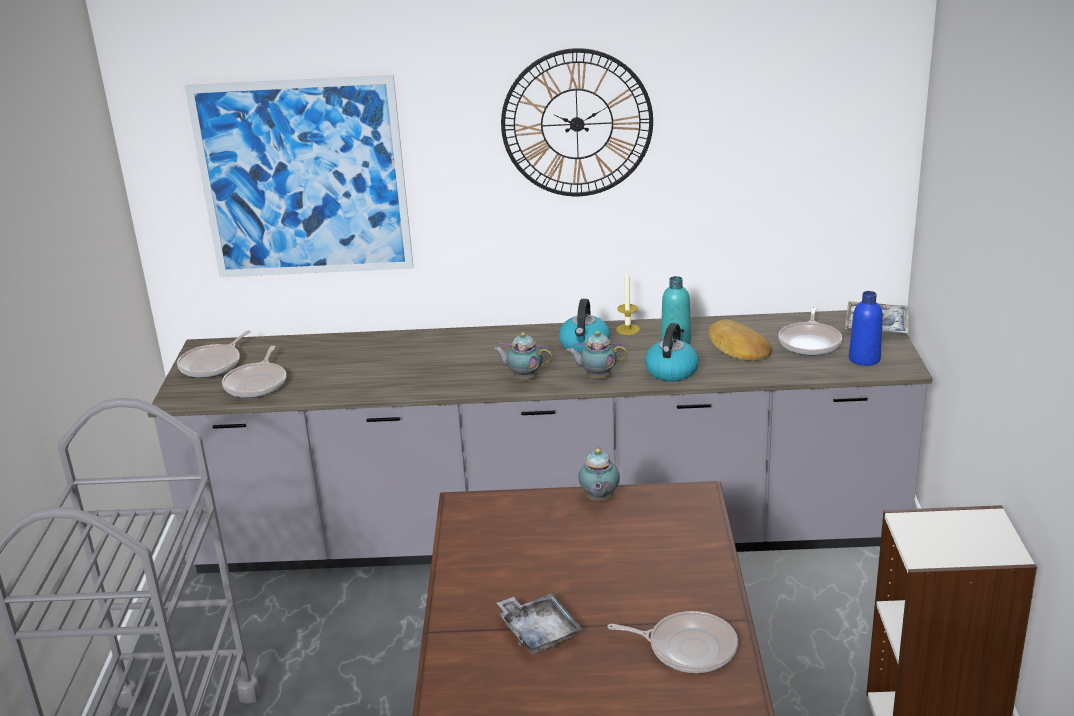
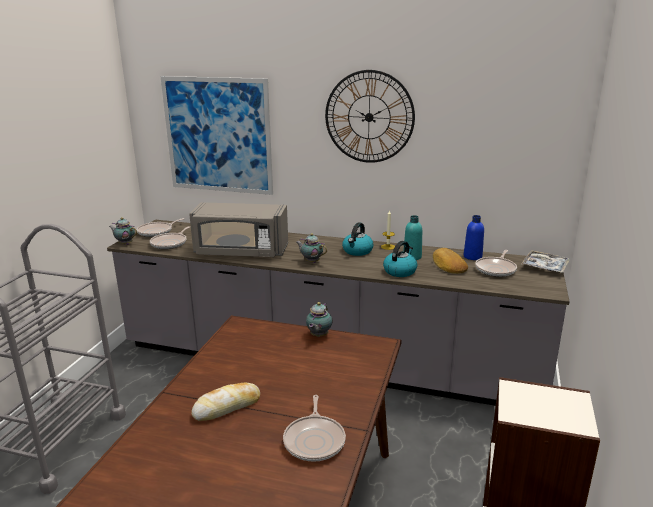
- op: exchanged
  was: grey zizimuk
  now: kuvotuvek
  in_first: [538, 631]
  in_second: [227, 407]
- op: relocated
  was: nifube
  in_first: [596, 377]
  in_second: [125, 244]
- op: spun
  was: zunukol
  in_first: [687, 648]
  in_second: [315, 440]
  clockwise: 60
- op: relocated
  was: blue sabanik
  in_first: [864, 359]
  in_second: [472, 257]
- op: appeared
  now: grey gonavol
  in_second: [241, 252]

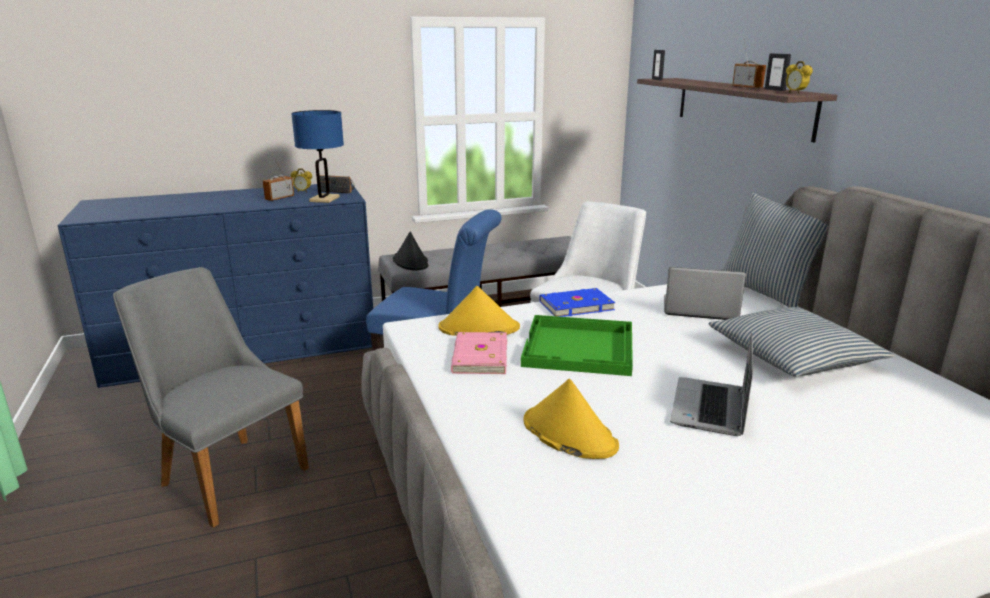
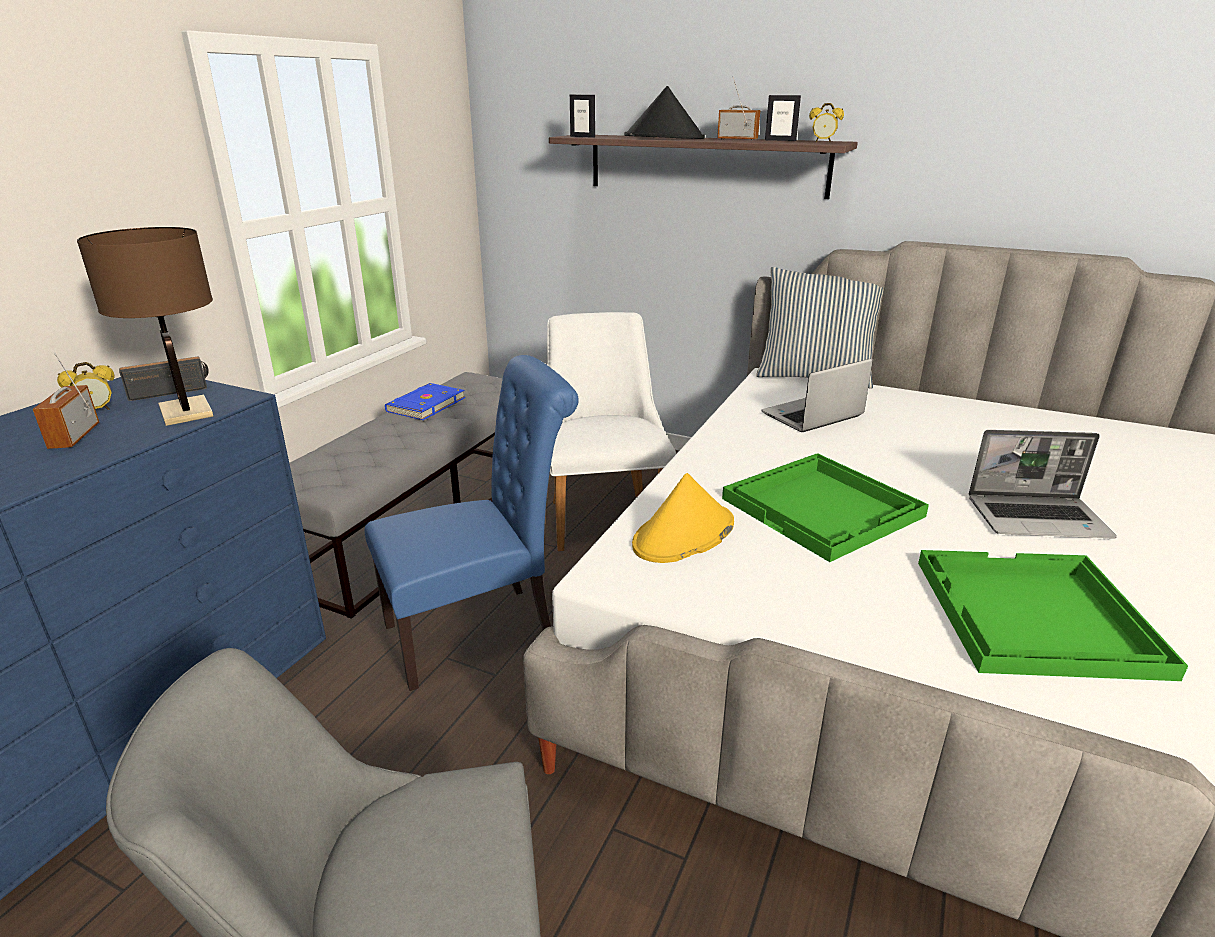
- op: colour
  was: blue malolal
  now: brown malolal
  in_first: [324, 199]
  in_second: [186, 412]
- op: relocated
  was: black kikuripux
  in_first: [411, 262]
  in_second: [664, 138]
- op: missing
  was: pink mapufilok
  in_first: [478, 357]
- op: exchanged
  was: yellow kikuripux
  now: green zizimuk
  in_first: [568, 433]
  in_second: [1034, 616]
- op: relocated
  was: blue mapufilok
  in_first: [575, 305]
  in_second: [425, 404]
- op: spun
  was: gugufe
  in_first: [710, 409]
  in_second: [1038, 518]
  clockwise: -60
- op: missing
  was: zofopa
  in_first: [793, 356]

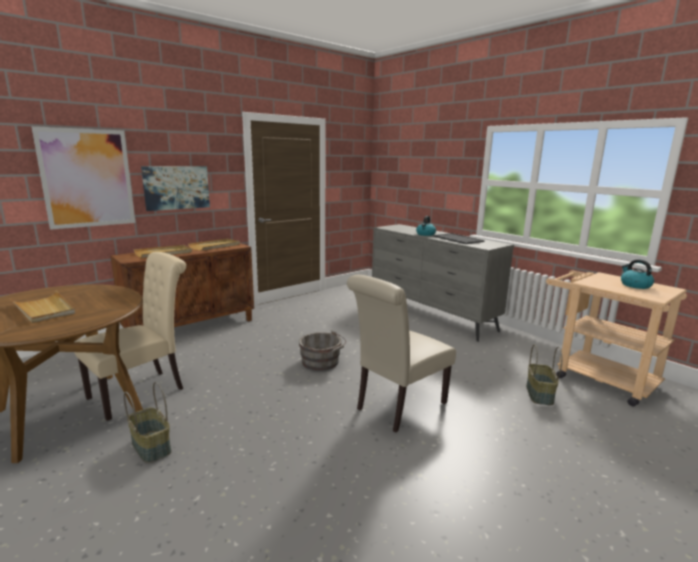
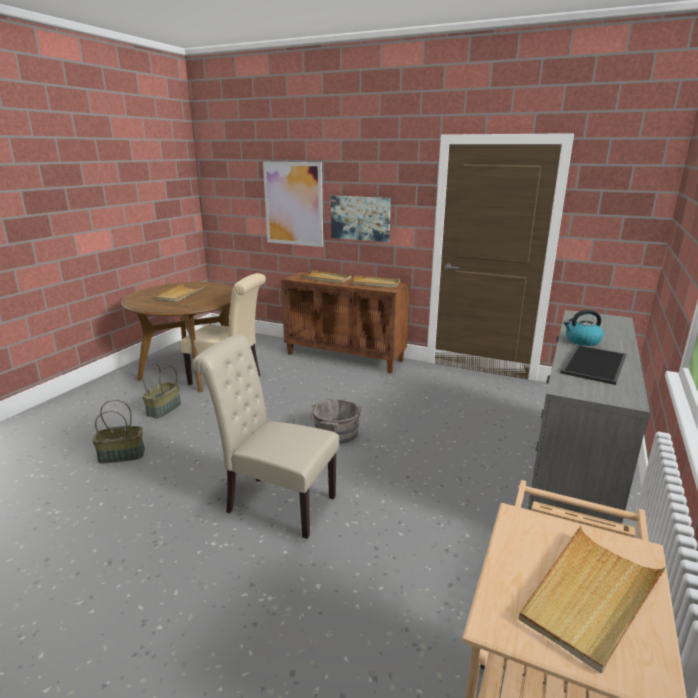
- op: relocated
  was: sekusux
  in_first: [538, 394]
  in_second: [122, 455]
- op: exchanged
  was: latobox
  now: beige zizimuk
  in_first: [635, 285]
  in_second: [590, 597]

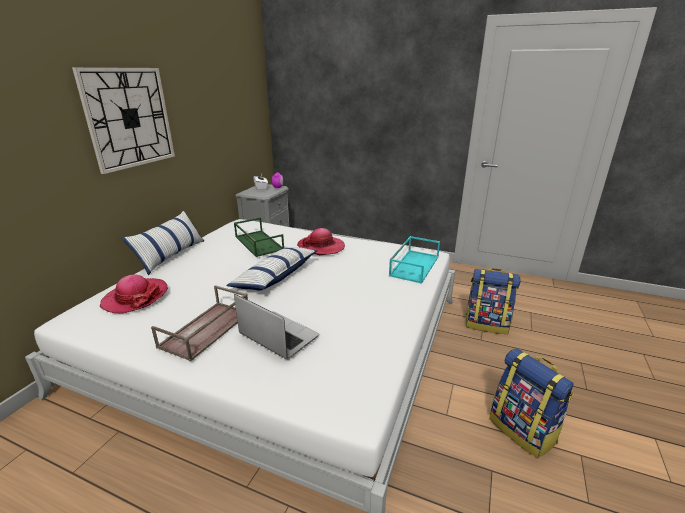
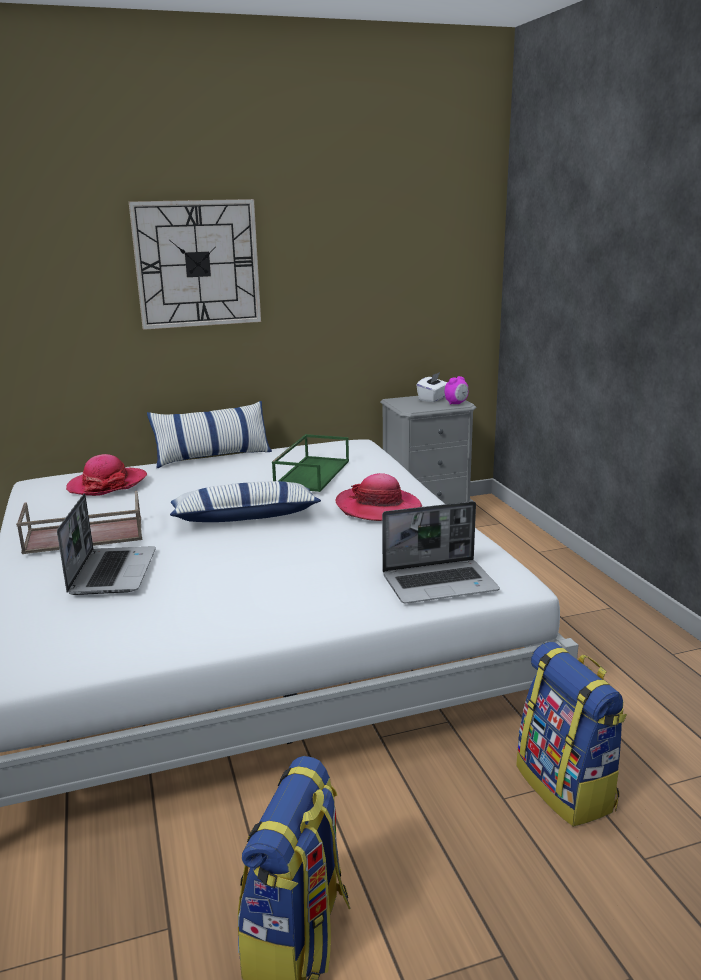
- op: exchanged
  was: turquoise zizimuk
  now: gugufe
  in_first: [414, 265]
  in_second: [440, 583]

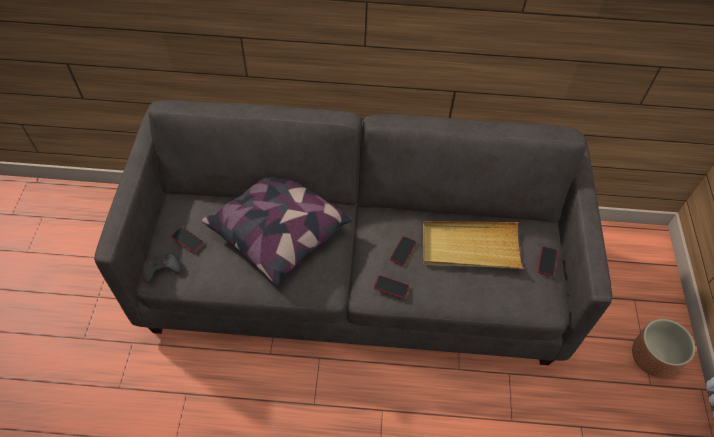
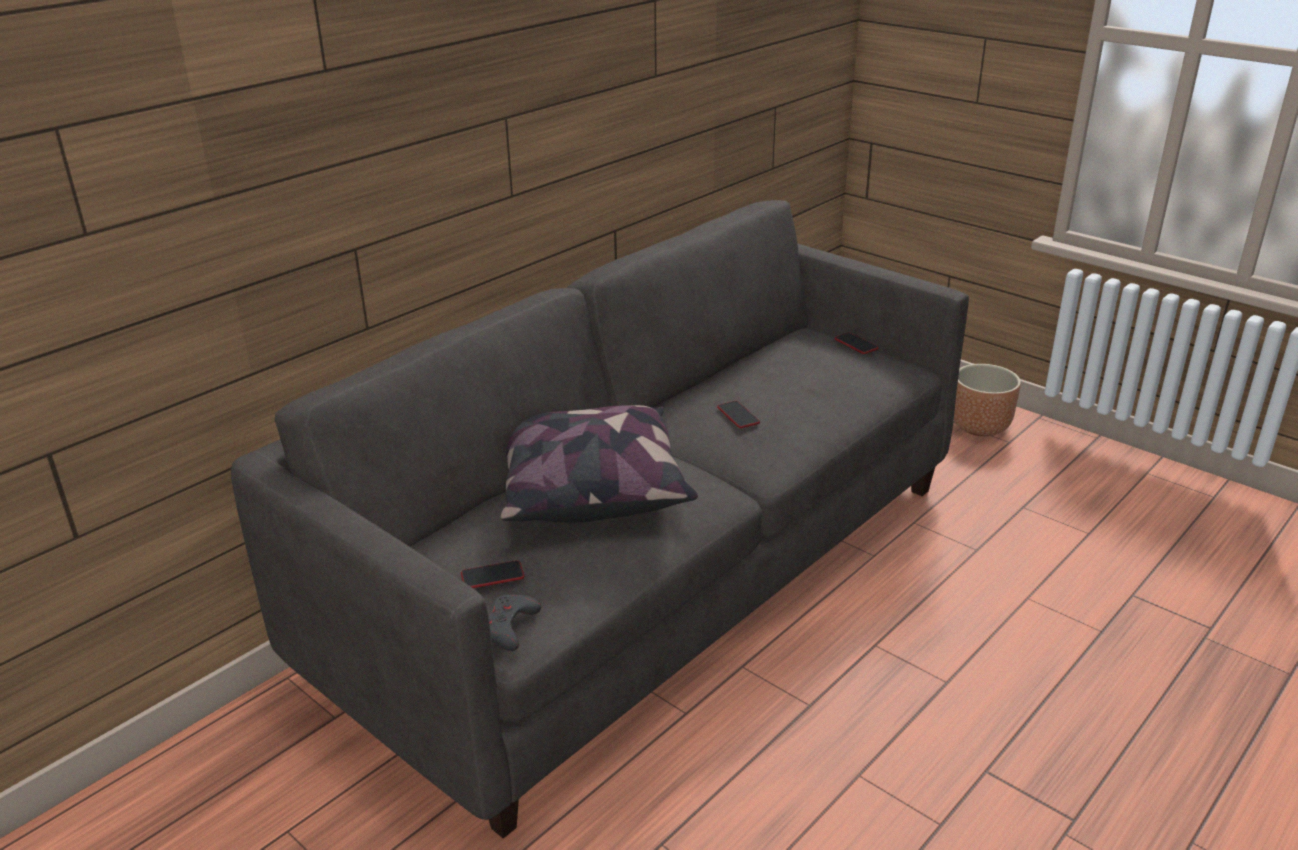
- op: missing
  was: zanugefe
  in_first: [391, 287]
- op: missing
  was: beige zizimuk
  in_first: [470, 247]

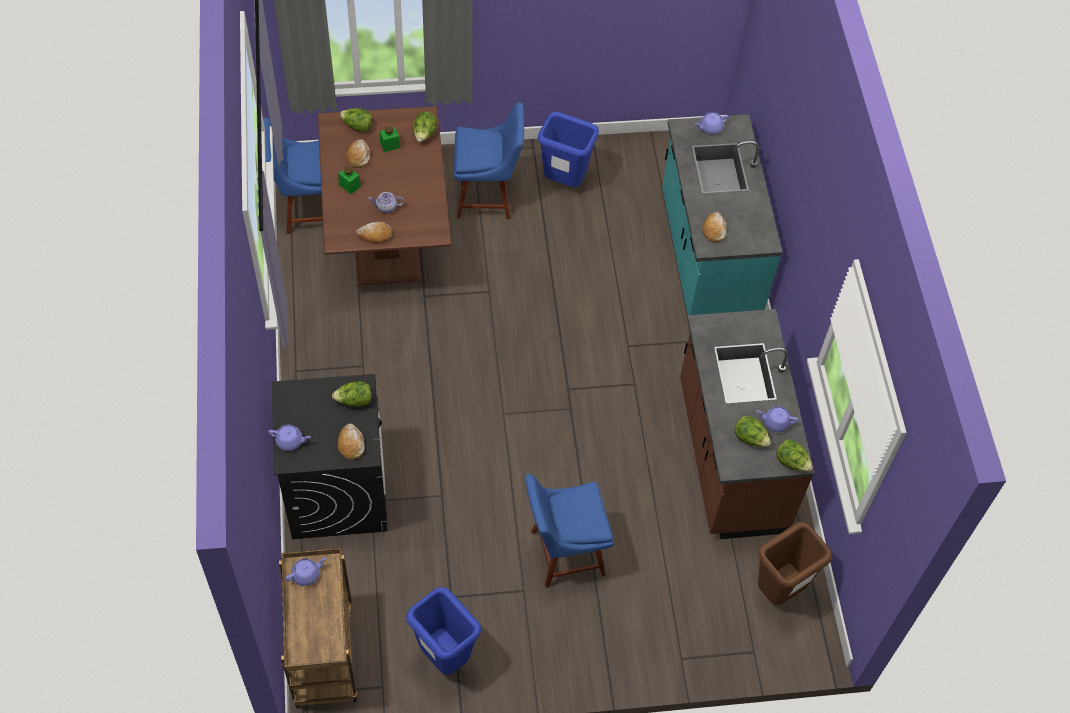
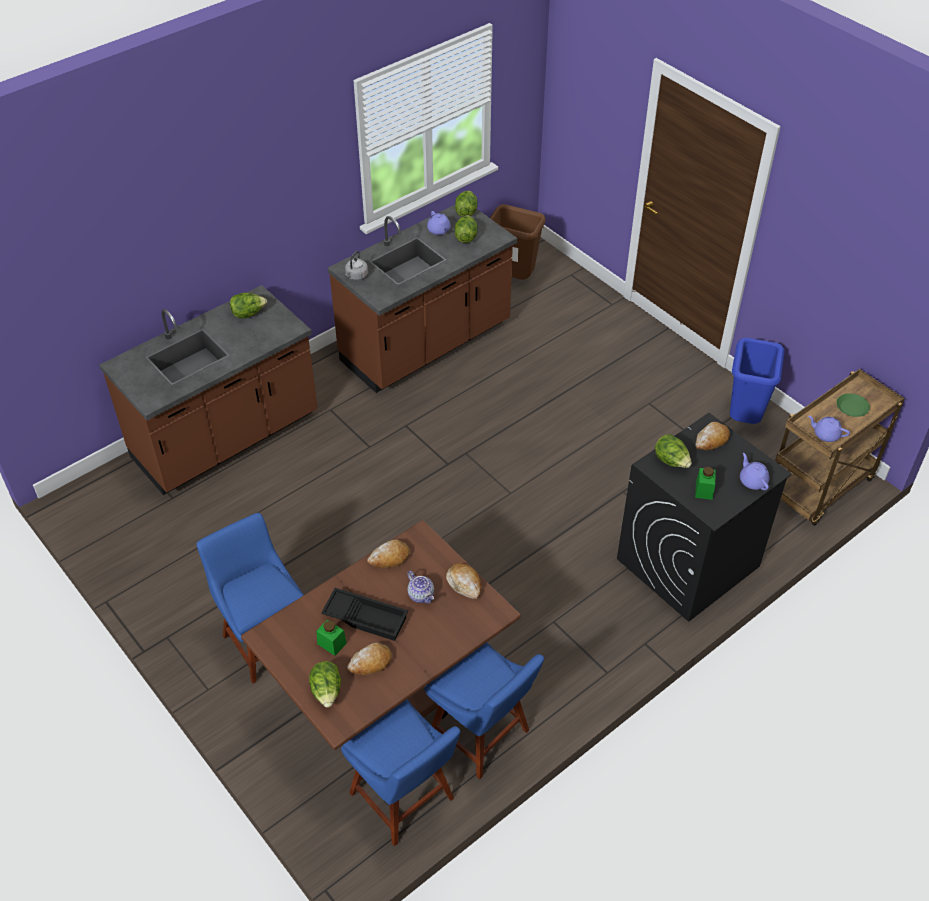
- op: relocated
  was: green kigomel
  in_first: [349, 185]
  in_second: [704, 490]
- op: relocated
  was: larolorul
  in_first: [424, 134]
  in_second: [248, 314]
- op: relocated
  was: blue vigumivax
  in_first: [563, 553]
  in_second: [482, 736]
- op: missing
  was: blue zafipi
  in_first: [564, 182]
- op: colour
  was: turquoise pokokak
  now: brown pokokak
  in_first: [707, 257]
  in_second: [226, 438]
- op: missing
  was: purple nifube
  in_first: [710, 128]
- op: relocated
  was: kuvotuvek
  in_first: [713, 230]
  in_second: [389, 558]
- op: appeared
  now: black zizimuk
  in_second: [366, 617]
- op: appeared
  now: grey latobox
  in_second: [356, 276]
- op: appeared
  now: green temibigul
  in_second: [851, 407]

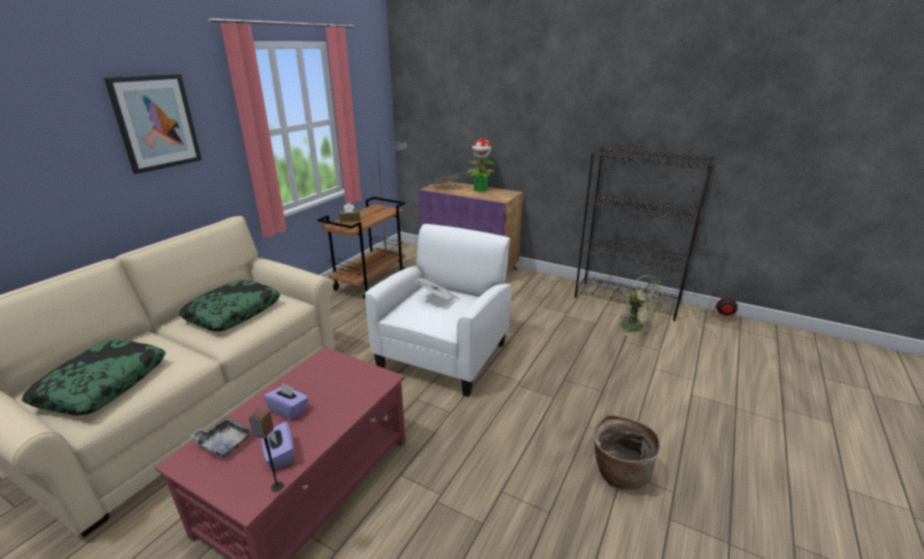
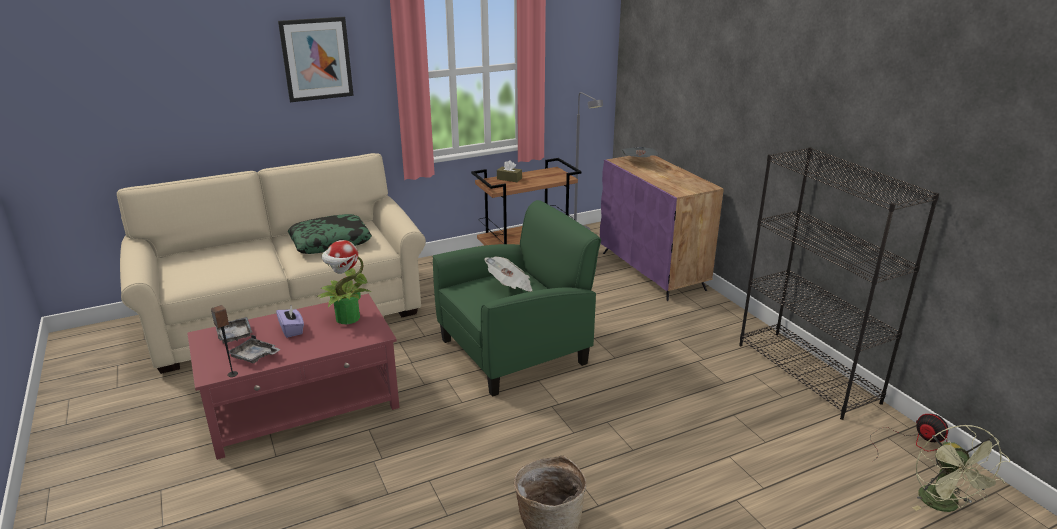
- op: missing
  was: zofopa
  in_first: [103, 384]
- op: exchanged
  was: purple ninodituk
  now: grey zizimuk
  in_first: [280, 455]
  in_second: [254, 356]
- op: colour
  was: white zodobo
  now: green zodobo
  in_first: [444, 355]
  in_second: [515, 351]
- op: relocated
  was: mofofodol
  in_first: [481, 189]
  in_second: [347, 318]
- op: relocated
  was: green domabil
  in_first: [636, 328]
  in_second: [944, 506]

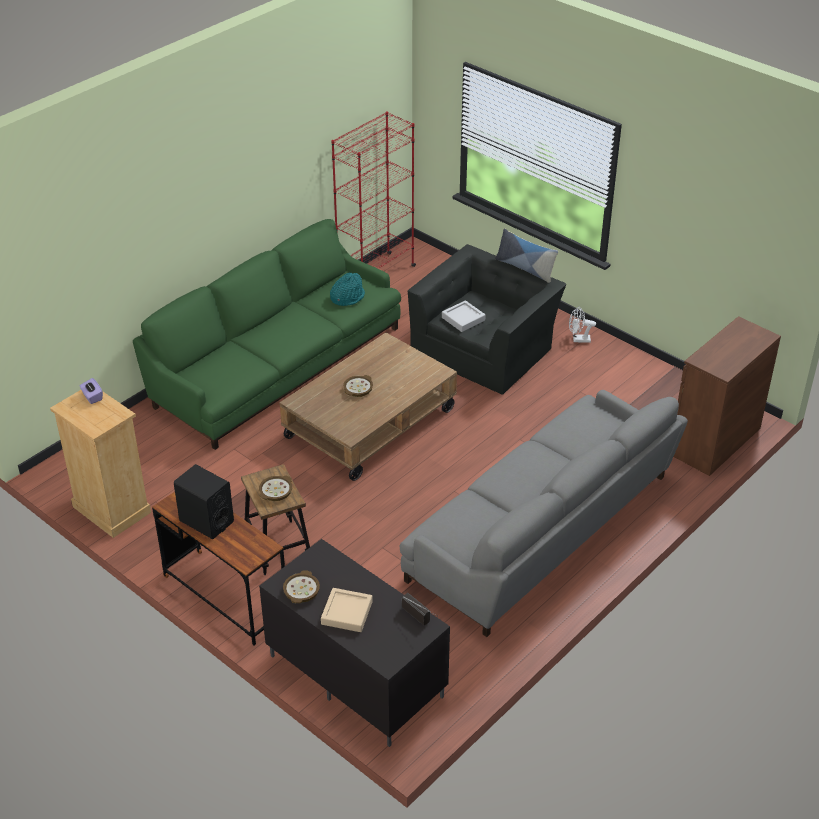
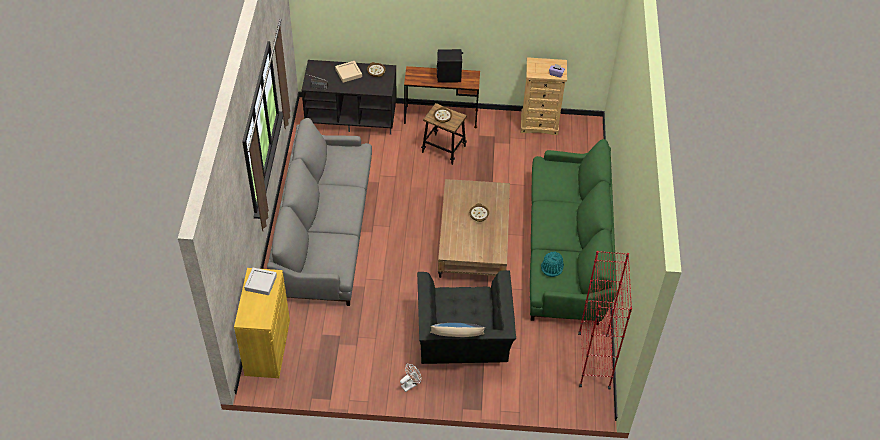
- op: relocated
  was: grey zizimuk
  in_first: [463, 319]
  in_second: [261, 283]
- op: colour
  was: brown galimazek
  now: yellow galimazek
  in_first: [715, 441]
  in_second: [267, 347]

